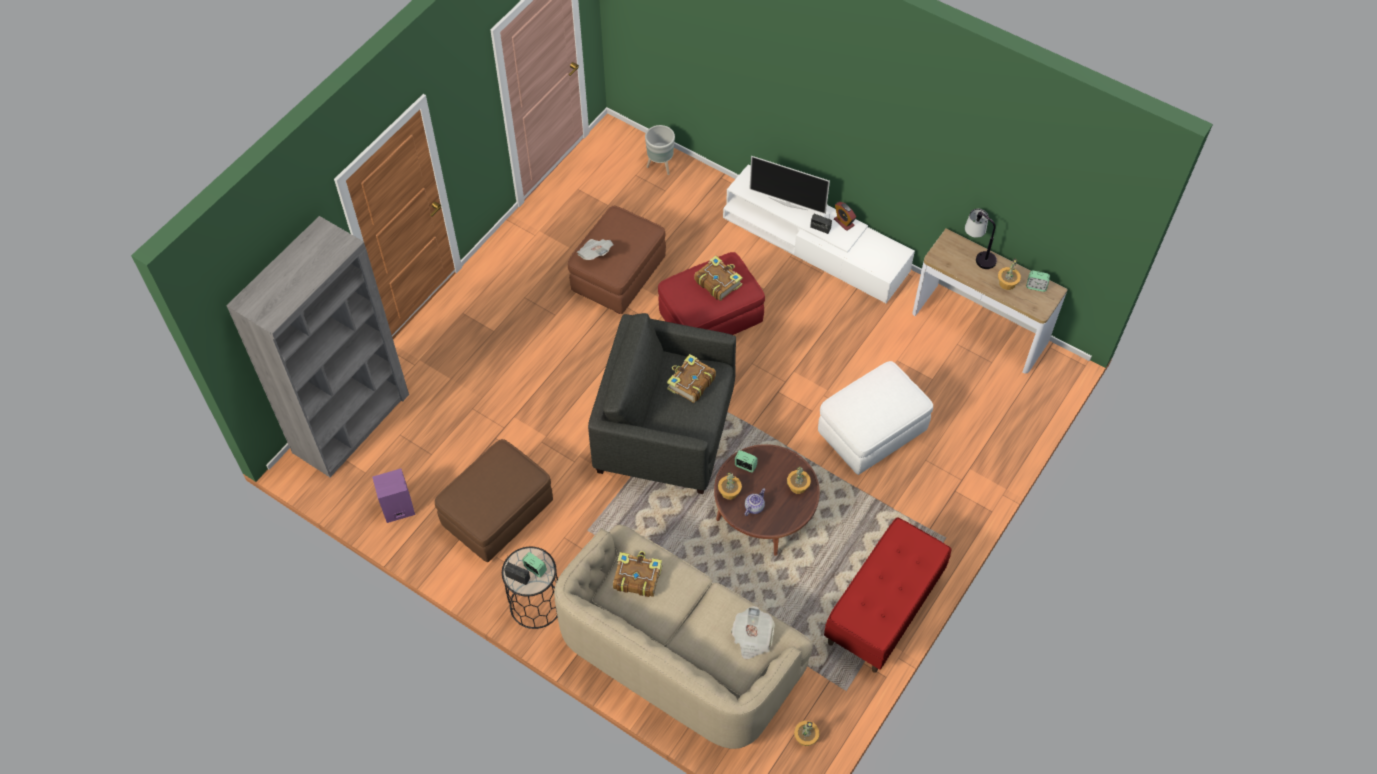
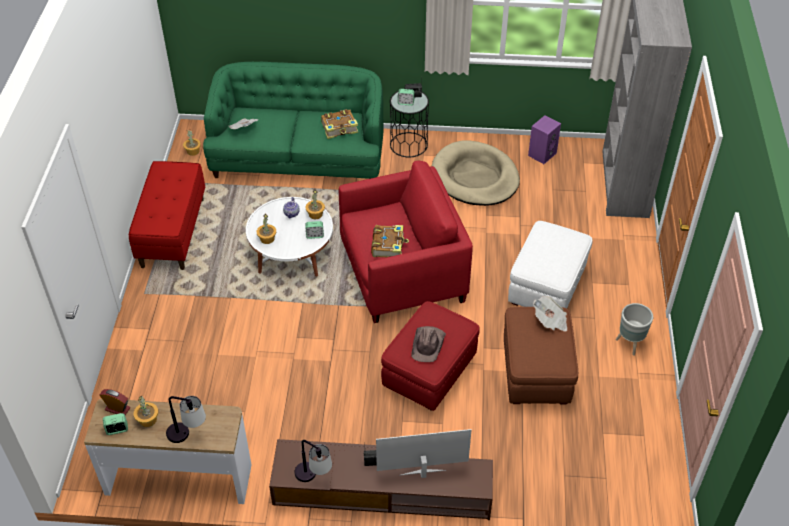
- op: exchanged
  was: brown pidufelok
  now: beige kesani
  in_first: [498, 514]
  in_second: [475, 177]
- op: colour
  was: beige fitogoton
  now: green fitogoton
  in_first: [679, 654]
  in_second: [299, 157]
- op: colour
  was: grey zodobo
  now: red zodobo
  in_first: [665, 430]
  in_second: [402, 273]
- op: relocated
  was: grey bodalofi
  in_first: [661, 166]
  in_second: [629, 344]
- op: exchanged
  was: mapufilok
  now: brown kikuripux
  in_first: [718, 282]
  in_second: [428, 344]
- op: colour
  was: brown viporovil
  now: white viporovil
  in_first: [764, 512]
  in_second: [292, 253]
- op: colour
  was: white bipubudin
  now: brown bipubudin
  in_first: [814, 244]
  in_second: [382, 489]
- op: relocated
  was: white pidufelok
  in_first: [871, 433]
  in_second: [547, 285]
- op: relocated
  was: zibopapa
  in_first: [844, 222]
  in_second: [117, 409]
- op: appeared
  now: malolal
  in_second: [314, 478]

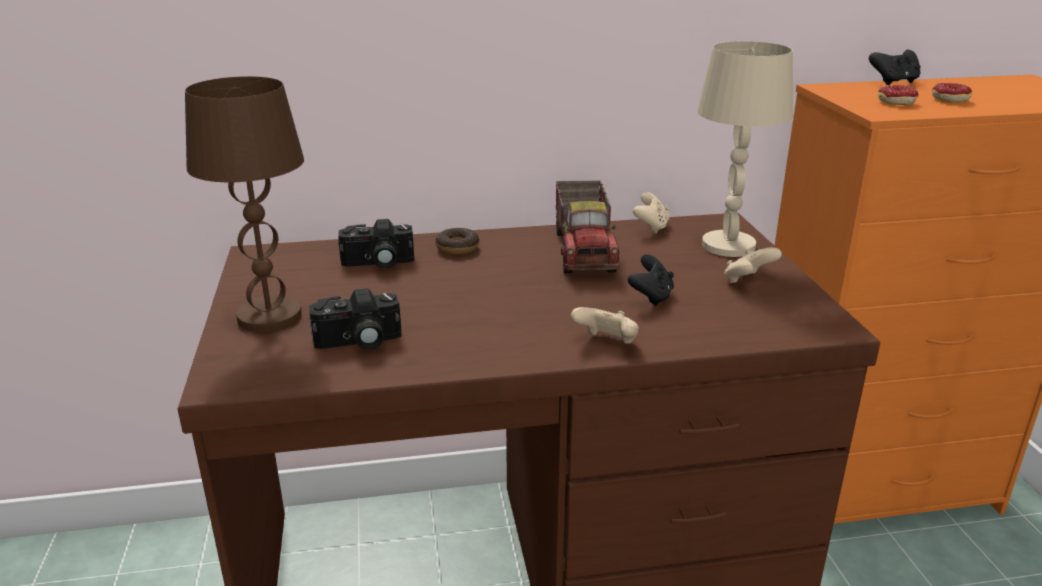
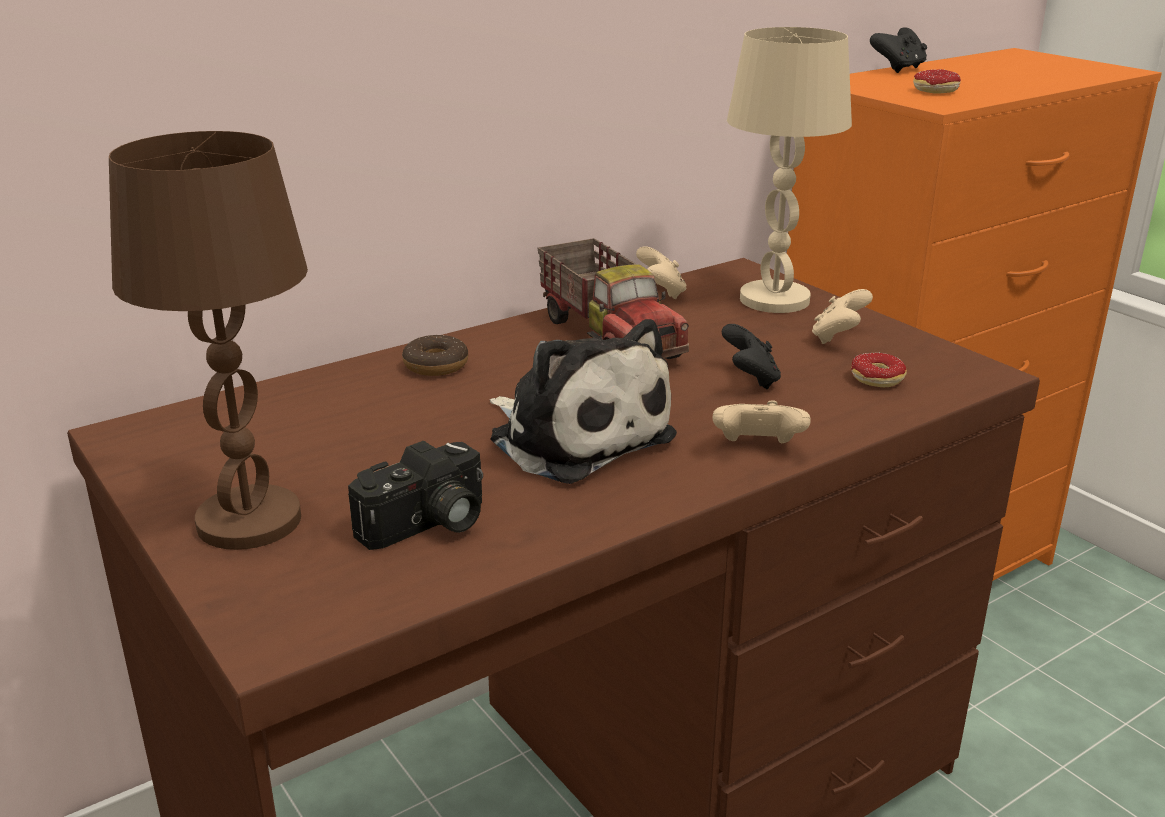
- op: missing
  was: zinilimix
  in_first: [377, 263]
- op: relocated
  was: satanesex
  in_first: [944, 100]
  in_second: [871, 382]
- op: appeared
  now: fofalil
  in_second: [576, 436]

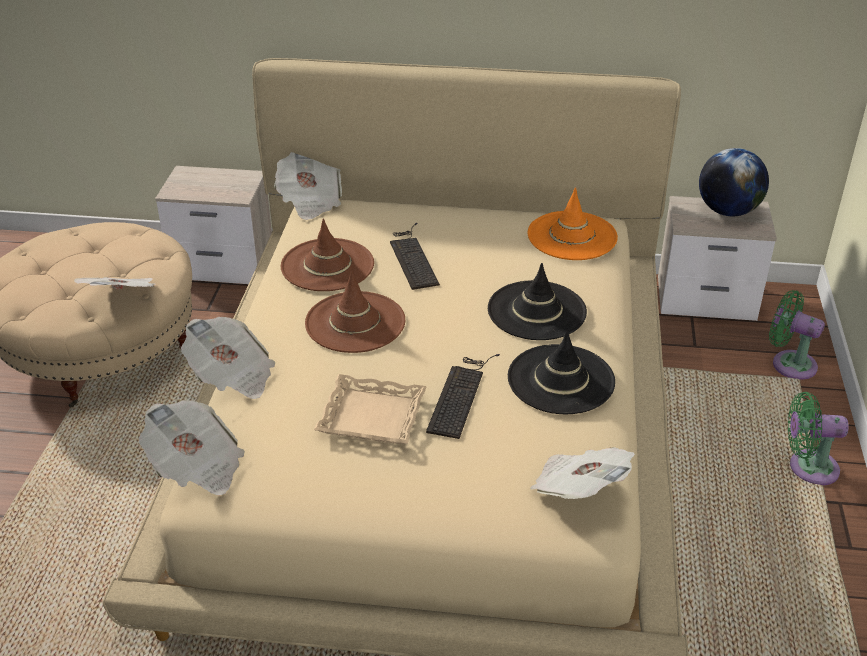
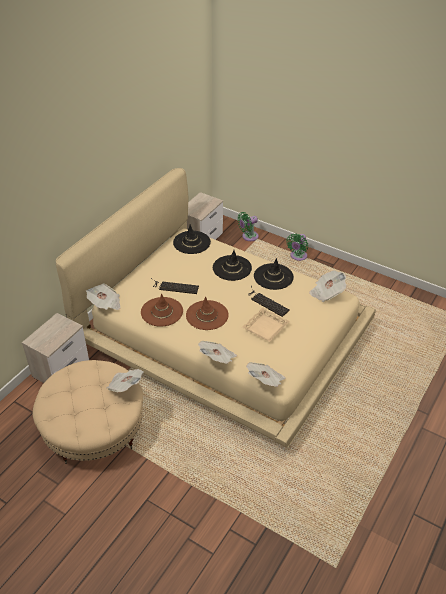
- op: colour
  was: orange kikuripux
  now: black kikuripux
  in_first: [572, 236]
  in_second: [191, 242]
- op: missing
  was: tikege
  in_first: [728, 211]

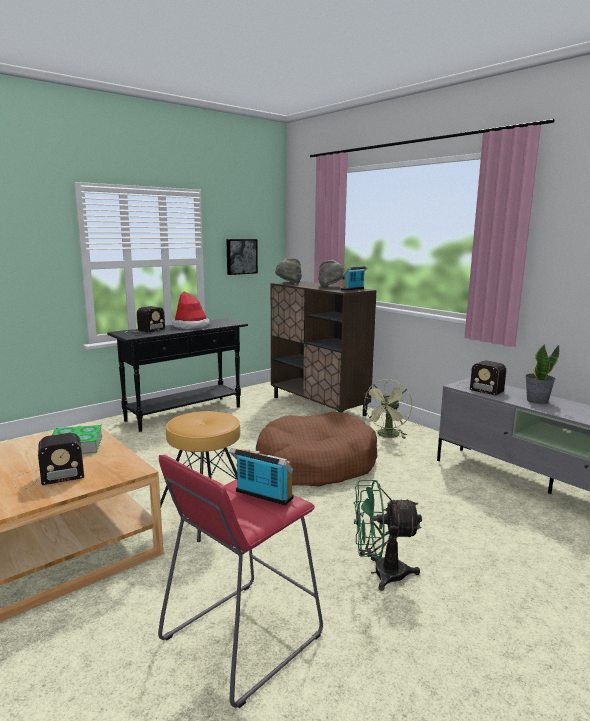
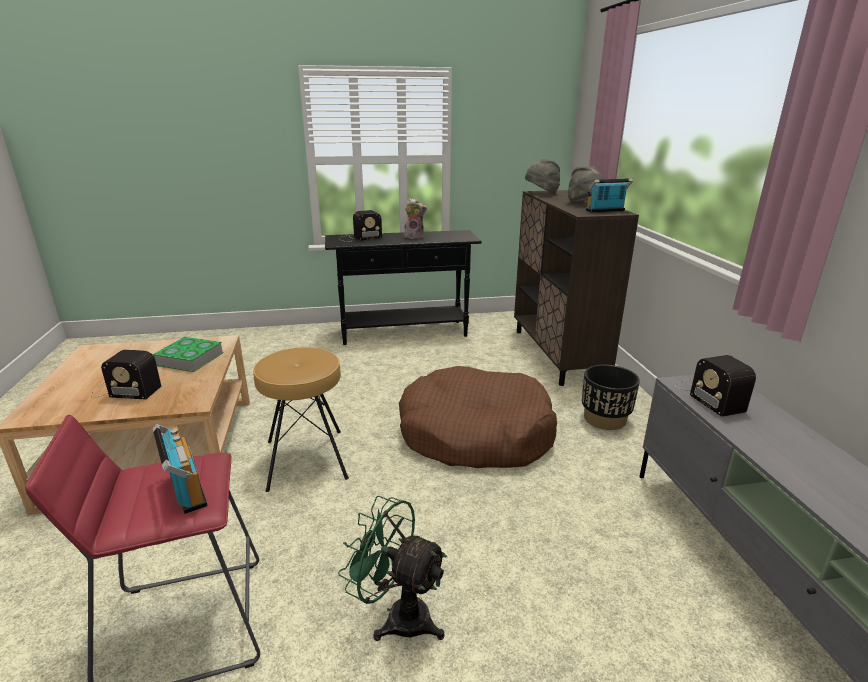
- op: exchanged
  was: kikuripux
  now: fofalil
  in_first: [191, 326]
  in_second: [414, 237]
- op: missing
  was: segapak
  in_first: [241, 256]
- op: exchanged
  was: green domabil
  now: black bodalofi
  in_first: [387, 436]
  in_second: [605, 419]
- op: missing
  was: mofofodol
  in_first: [537, 400]

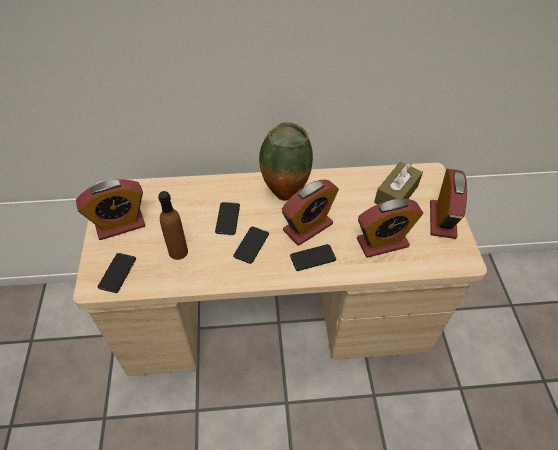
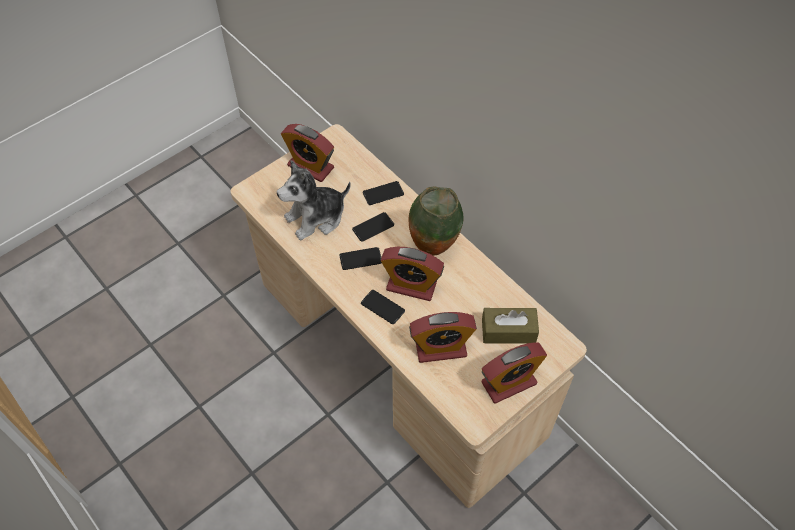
- op: relocated
  was: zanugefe
  in_first: [117, 273]
  in_second: [383, 193]
- op: exchanged
  was: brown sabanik
  now: fofalil
  in_first: [178, 251]
  in_second: [316, 218]
- op: spun
  was: zibopapa
  in_first: [382, 242]
  in_second: [441, 348]
  clockwise: -45

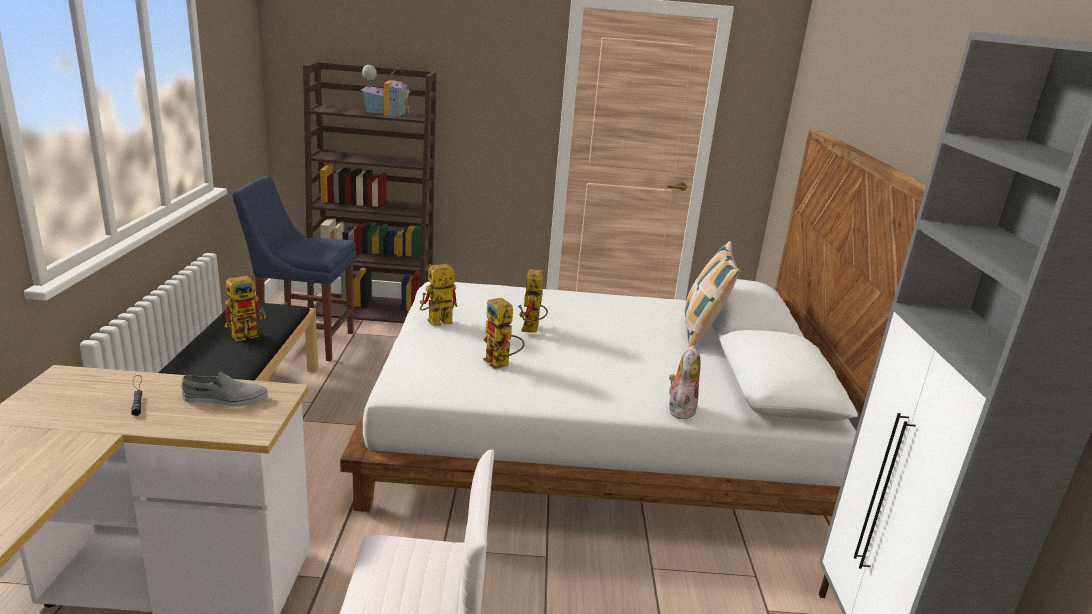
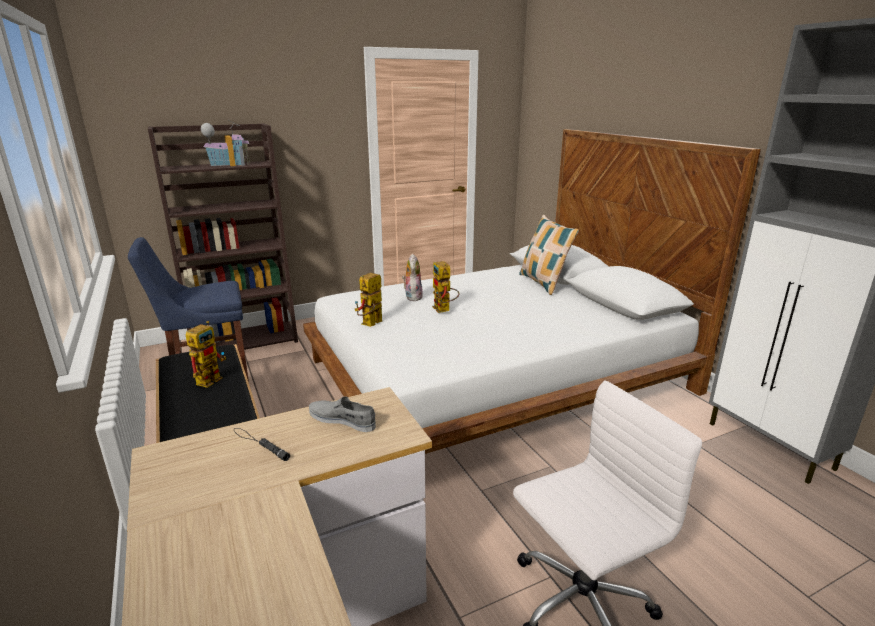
- op: spun
  was: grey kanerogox
  in_first: [225, 399]
  in_second: [342, 419]
  clockwise: -120
- op: missing
  was: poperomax
  in_first: [501, 365]
- op: relocated
  was: fofalil
  in_first: [680, 409]
  in_second: [412, 297]

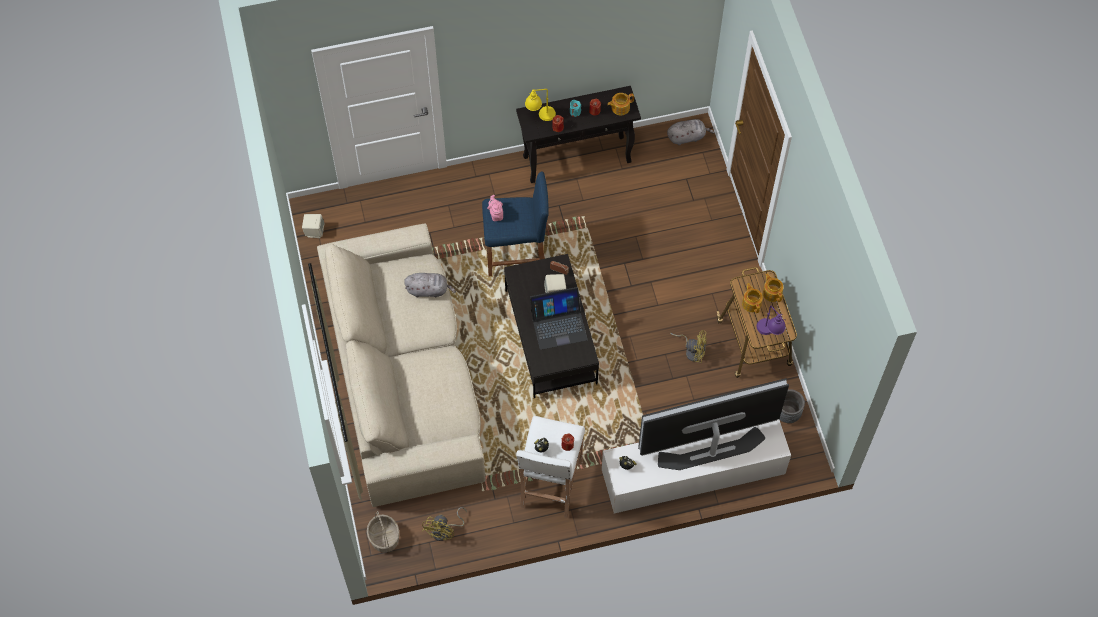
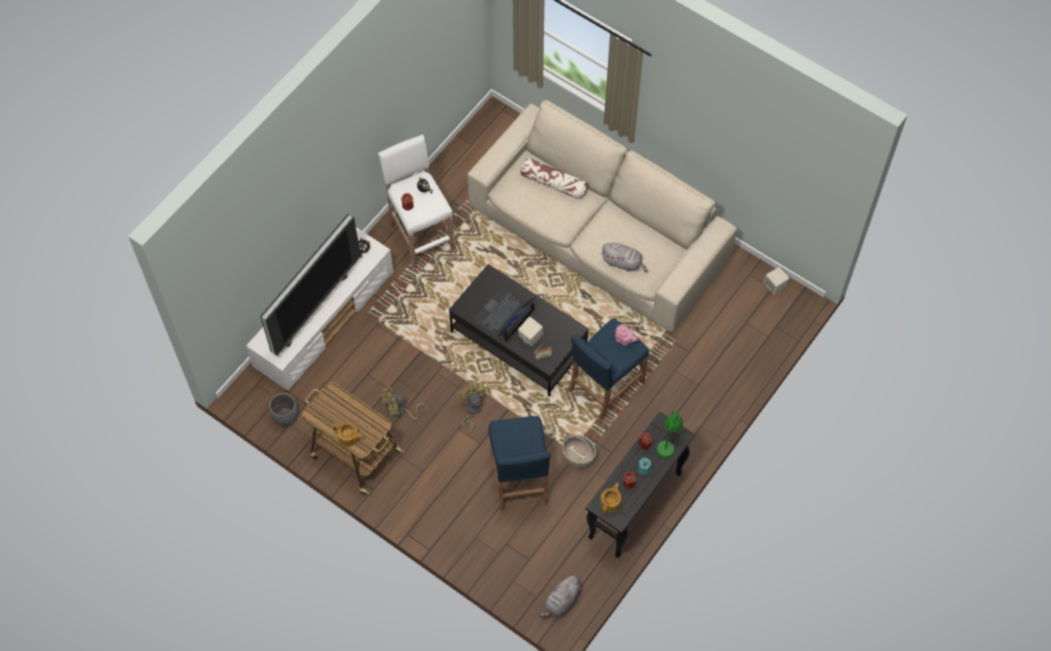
- op: relocated
  was: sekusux
  in_first: [384, 537]
  in_second: [579, 456]
- op: spun
  was: grey fofalil
  in_first: [429, 290]
  in_second: [623, 263]
  clockwise: -120
- op: relocated
  was: yellow domabil
  in_first: [445, 531]
  in_second: [471, 410]
- op: colour
  was: yellow malolal
  now: green malolal
  in_first: [540, 117]
  in_second: [668, 442]
- op: missing
  was: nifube
  in_first: [751, 303]
- op: missing
  was: purple malolal
  in_first: [769, 333]
- op: appeared
  now: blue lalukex
  in_second: [519, 479]
- op: appeared
  now: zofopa
  in_second: [553, 183]

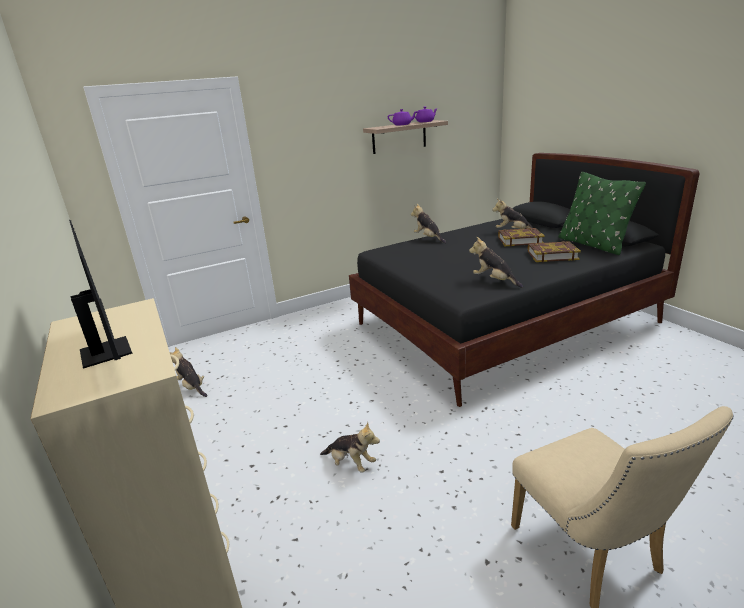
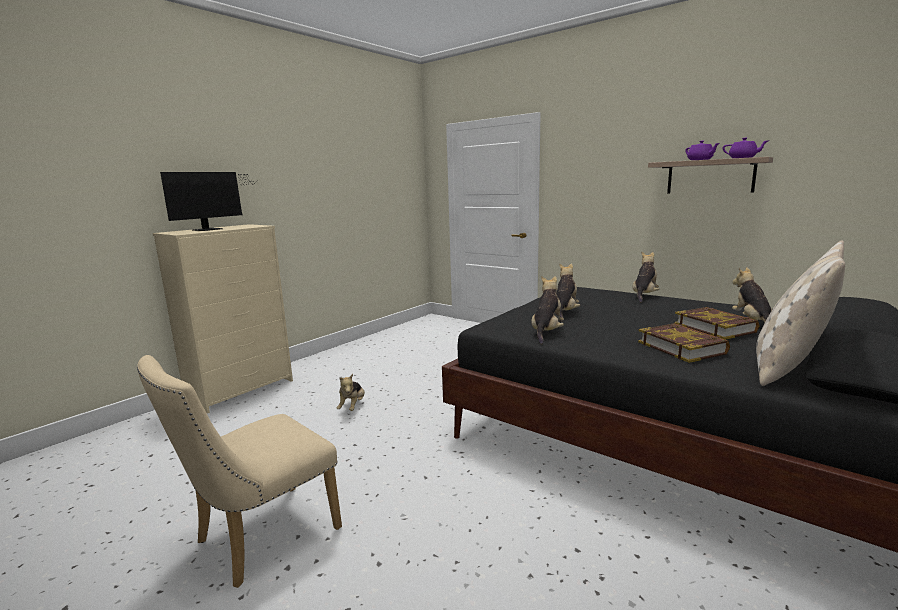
- op: relocated
  was: fofalil
  in_first: [192, 387]
  in_second: [564, 312]
- op: colour
  was: green zofopa
  now: beige zofopa
  in_first: [593, 244]
  in_second: [789, 367]

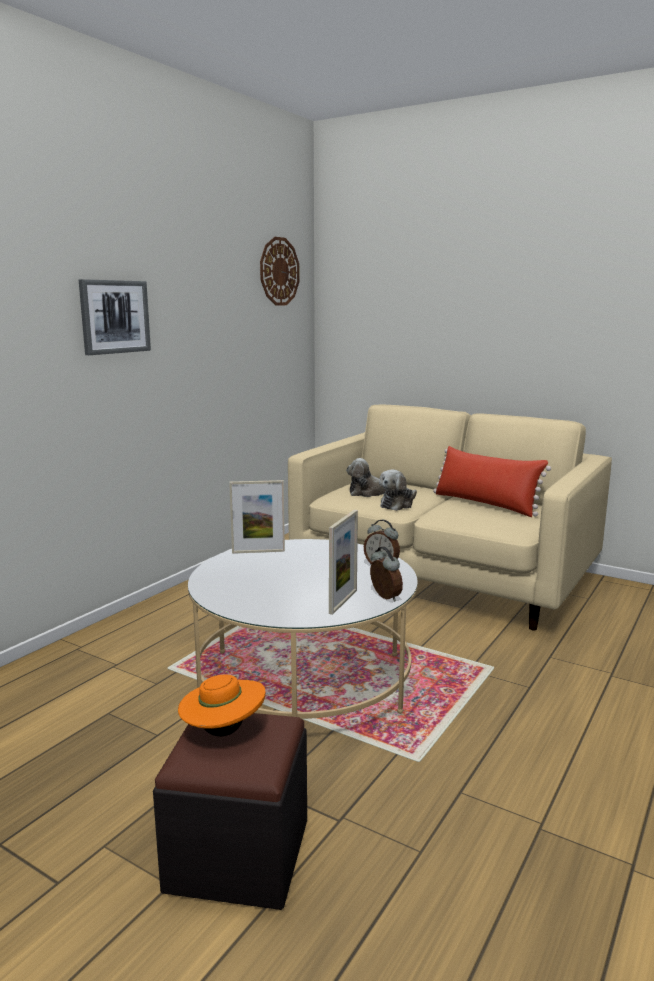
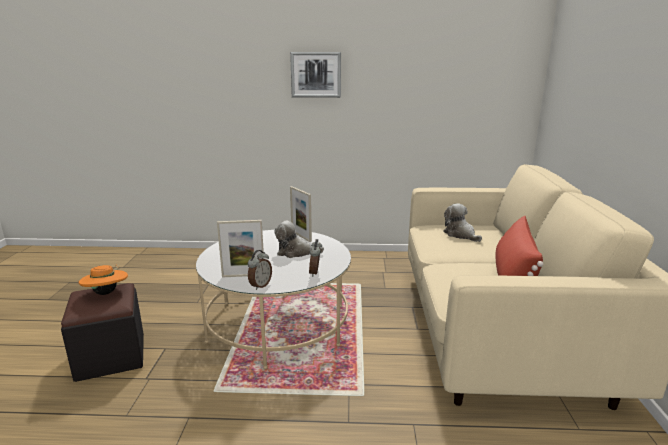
- op: missing
  was: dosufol
  in_first: [279, 271]
- op: relocated
  was: fofalil
  in_first: [398, 504]
  in_second: [296, 252]

